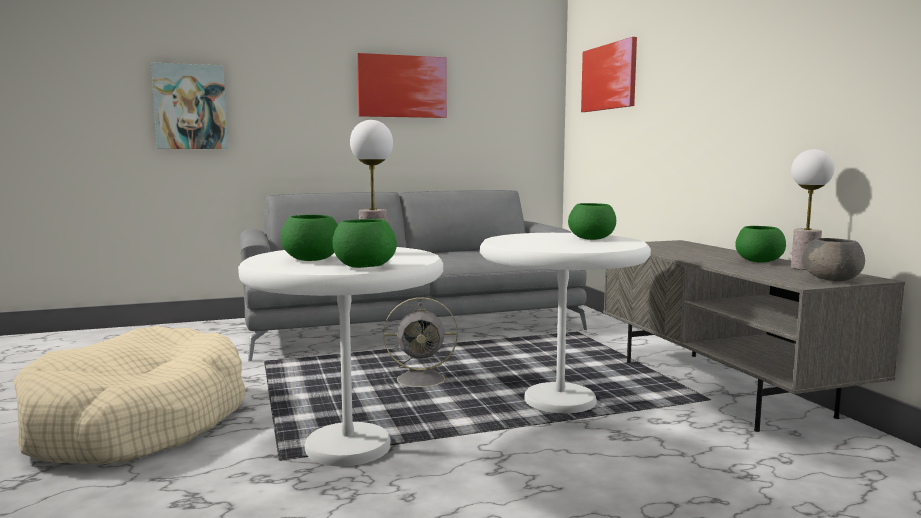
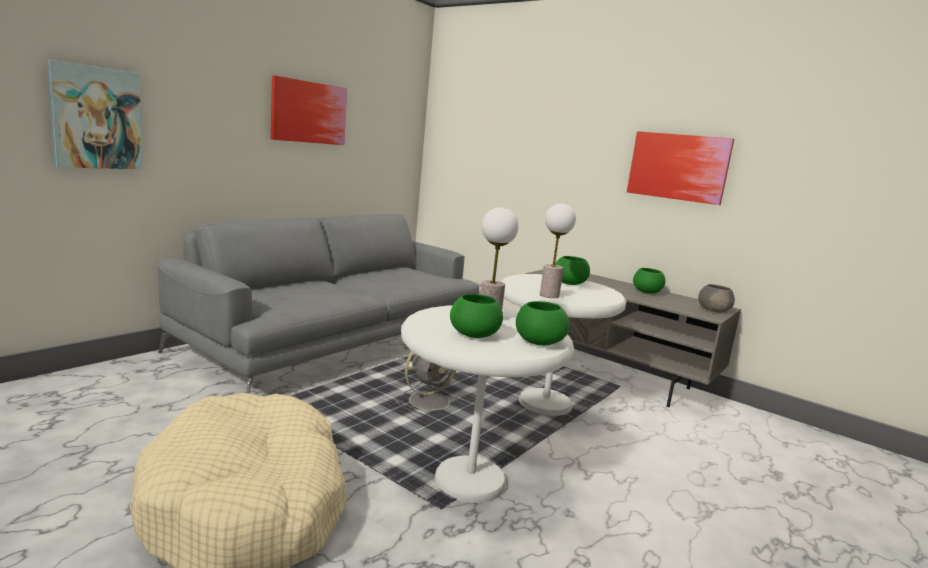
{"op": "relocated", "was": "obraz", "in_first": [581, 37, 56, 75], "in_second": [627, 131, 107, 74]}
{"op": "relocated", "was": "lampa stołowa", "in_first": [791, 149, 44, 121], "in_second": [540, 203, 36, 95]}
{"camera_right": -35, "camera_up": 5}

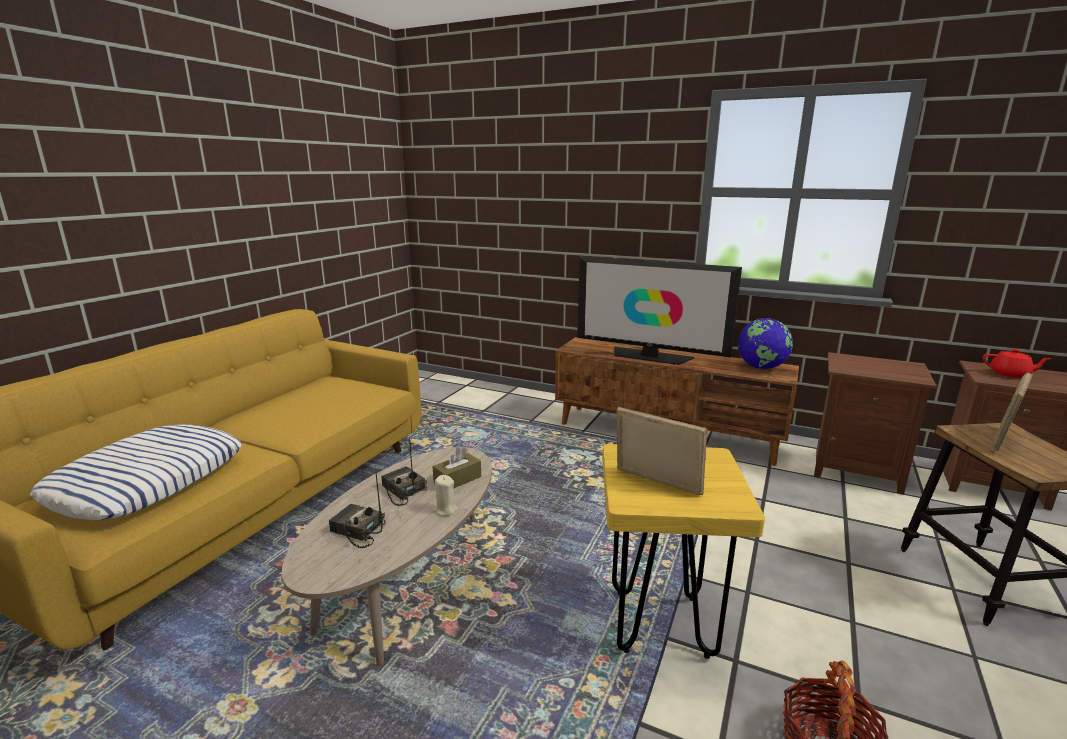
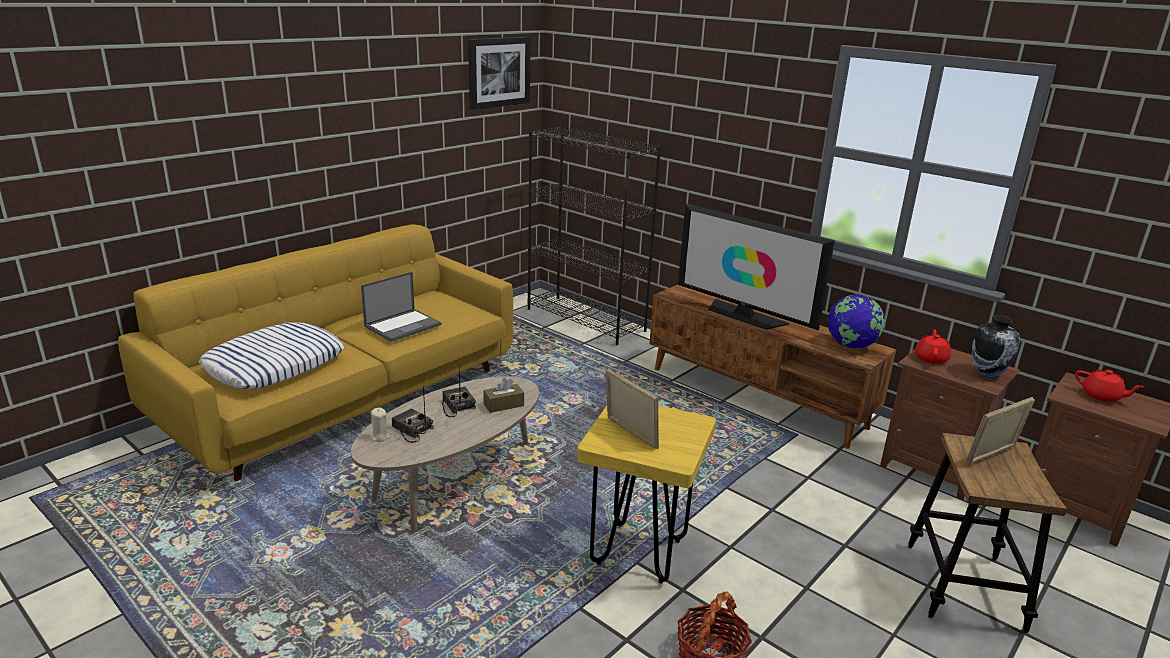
{"op": "appeared", "now": "laptop", "in_second": [361, 272, 80, 70]}
{"op": "appeared", "now": "obraz", "in_second": [468, 37, 63, 73]}
{"op": "appeared", "now": "regał (czarny)", "in_second": [527, 126, 134, 219]}
{"op": "appeared", "now": "imbryk (czerwony)", "in_second": [915, 329, 36, 35]}
{"op": "appeared", "now": "wazon", "in_second": [972, 315, 48, 63]}
{"op": "relocated", "was": "świeca (beżowy)", "in_first": [433, 475, 25, 41], "in_second": [370, 408, 20, 34]}
{"camera_right": 15, "camera_up": 5}

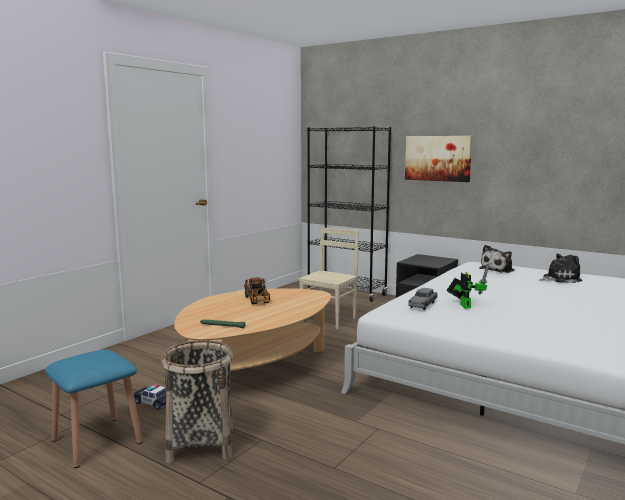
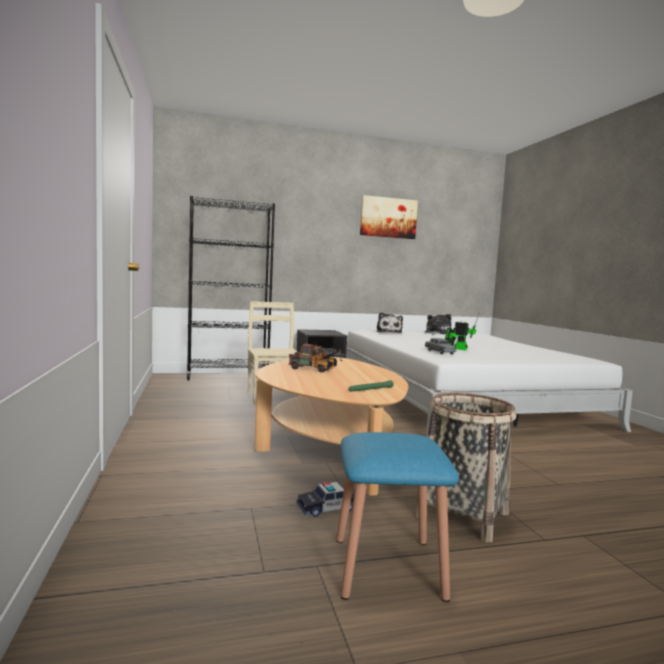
{"op": "relocated", "was": "obraz", "in_first": [405, 136, 67, 46], "in_second": [360, 195, 58, 44]}
{"camera_right": -50, "camera_up": -5}

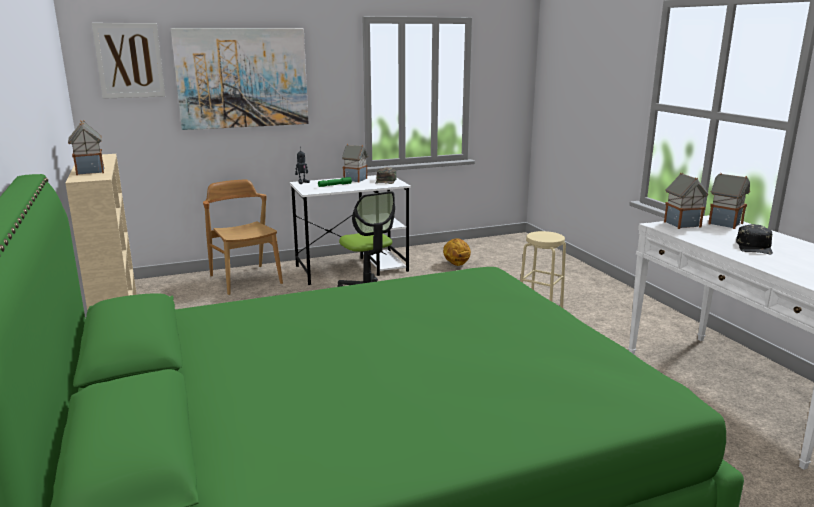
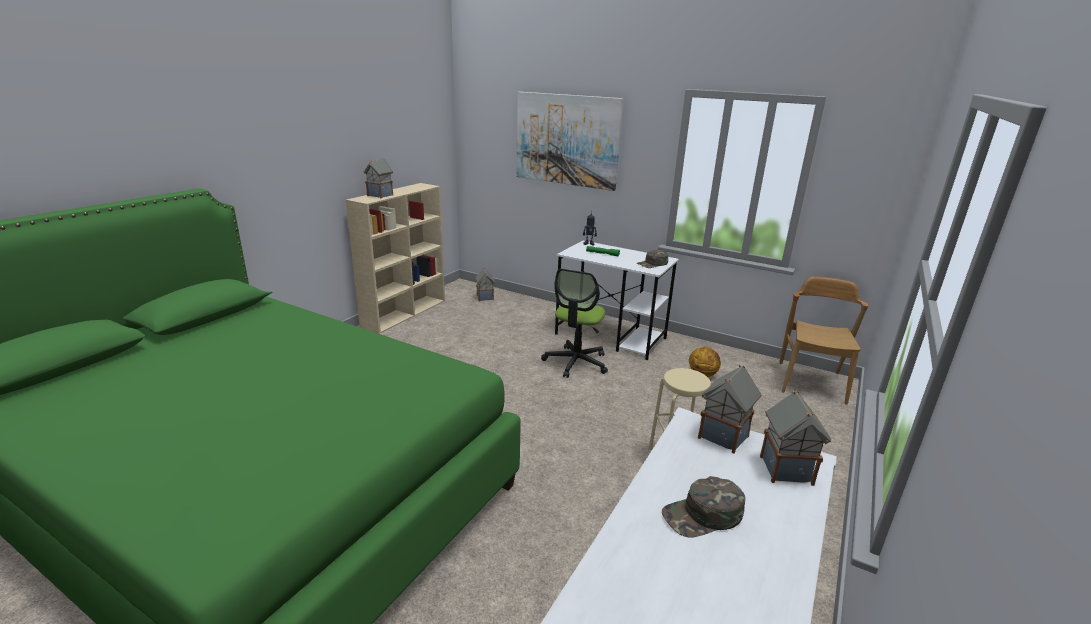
{"op": "missing", "was": "obraz", "in_first": [92, 23, 73, 76]}
{"op": "relocated", "was": "krzesło (brązowy)", "in_first": [203, 179, 80, 116], "in_second": [779, 276, 89, 129]}
{"op": "relocated", "was": "domek", "in_first": [342, 144, 26, 39], "in_second": [475, 268, 20, 33]}
{"op": "colour", "was": "czapka z daszkiem (czarny)", "now": "czapka z daszkiem (zielony)", "in_first": [736, 224, 37, 30], "in_second": [662, 476, 83, 62]}
{"camera_right": 50, "camera_up": 5}

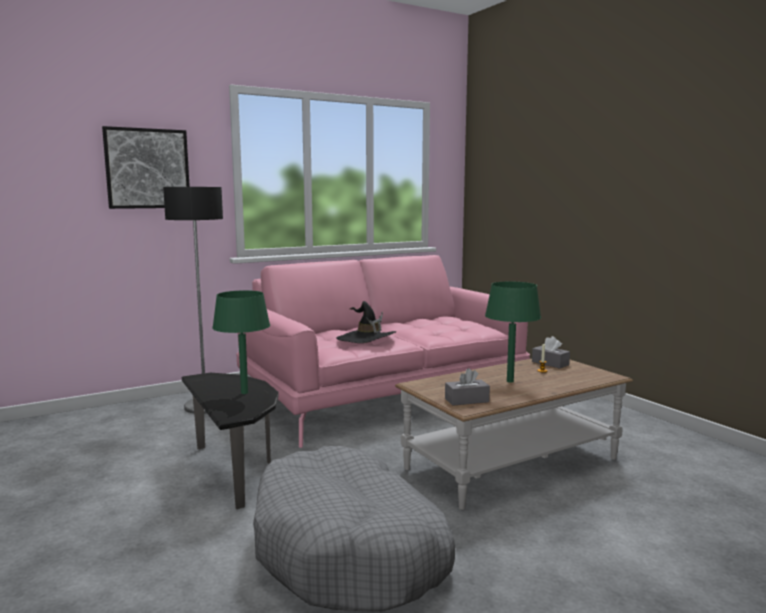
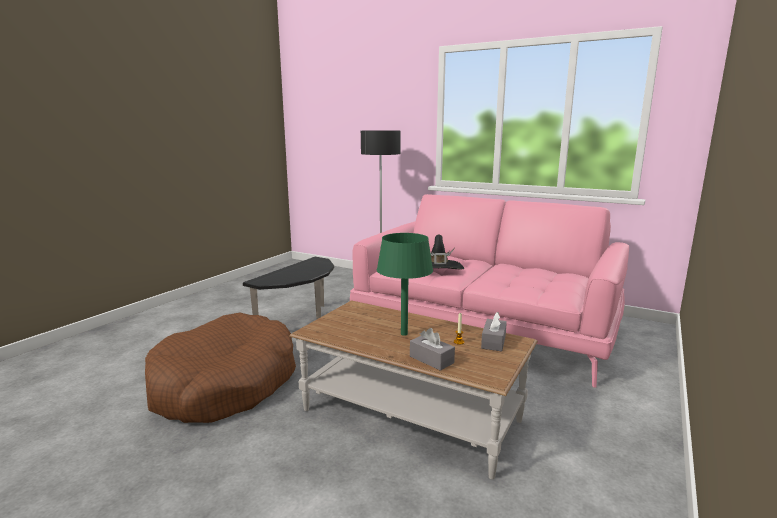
{"op": "missing", "was": "obraz", "in_first": [102, 126, 88, 83]}
{"op": "missing", "was": "lampa stołowa (zielony)", "in_first": [212, 290, 58, 104]}
{"op": "relocated", "was": "pudełko chusteczek (szary)", "in_first": [445, 368, 45, 38], "in_second": [410, 328, 45, 43]}
{"op": "colour", "was": "legowisko (szary)", "now": "legowisko (brązowy)", "in_first": [253, 446, 202, 166], "in_second": [145, 313, 151, 110]}
{"camera_right": 60, "camera_up": 5}

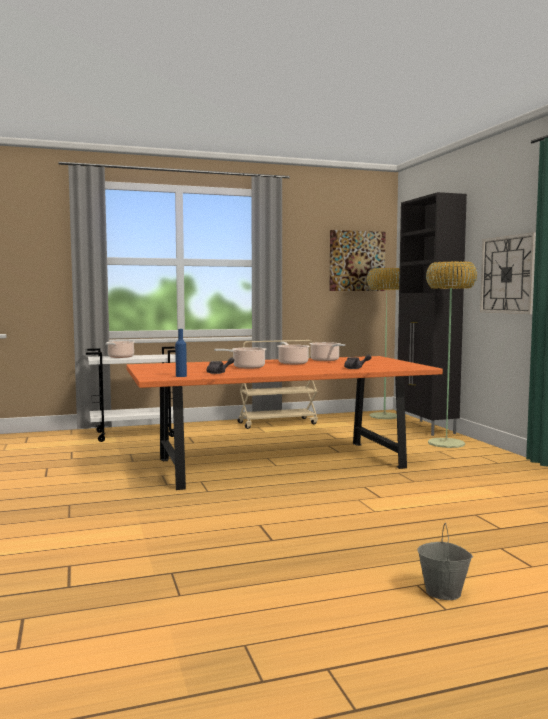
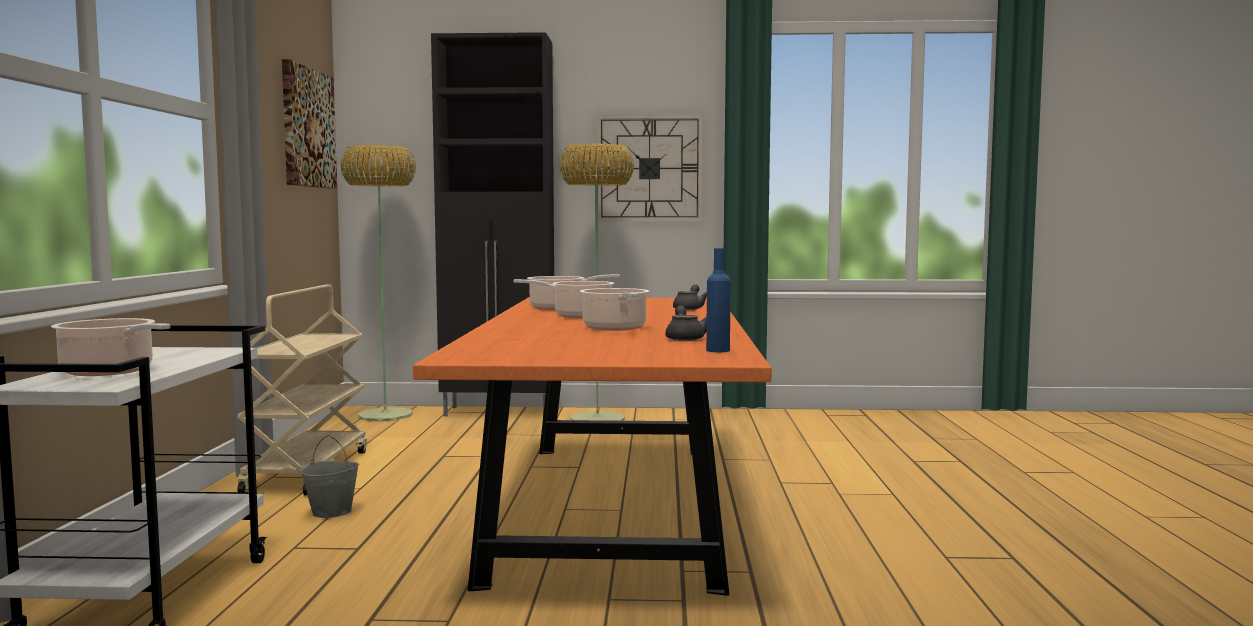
{"op": "relocated", "was": "wiadro (szary)", "in_first": [417, 523, 56, 77], "in_second": [300, 435, 59, 83]}
{"camera_right": -70, "camera_up": 0}

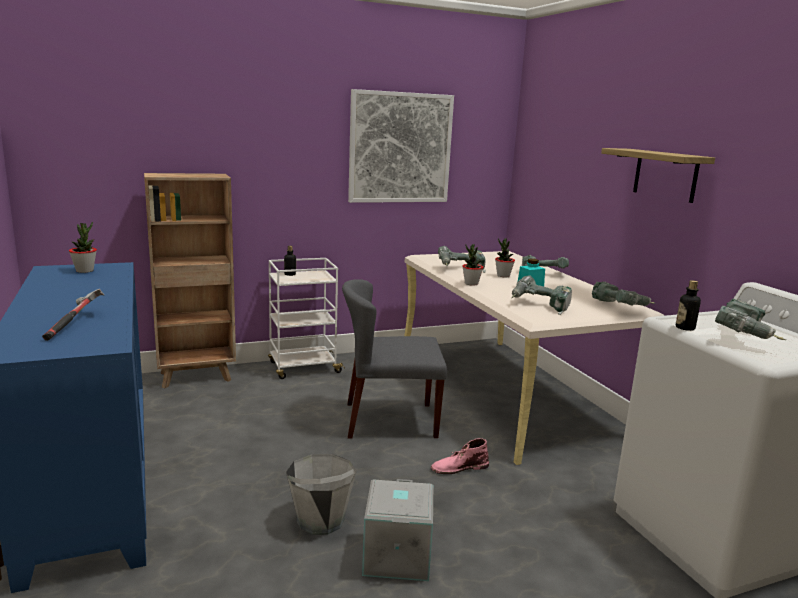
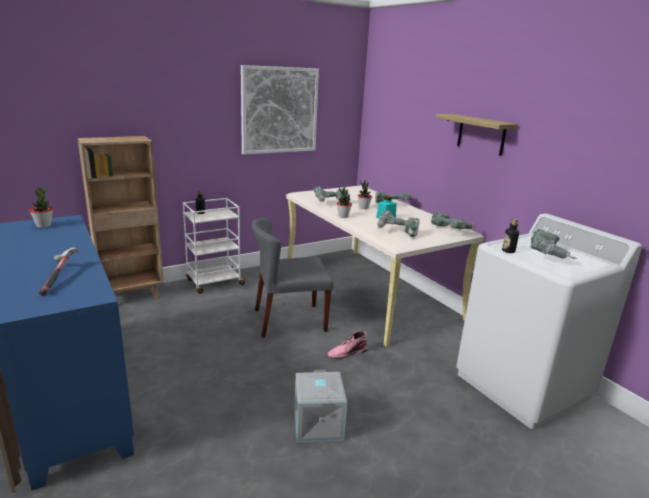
{"op": "missing", "was": "wiadro (szary)", "in_first": [286, 454, 70, 81]}
{"camera_right": -10, "camera_up": 5}

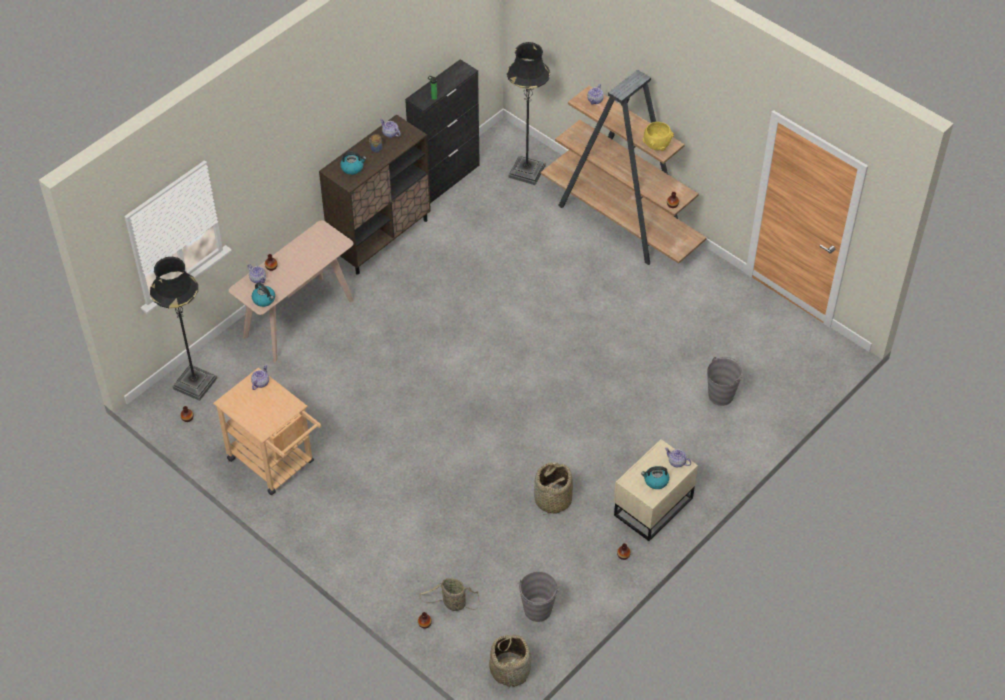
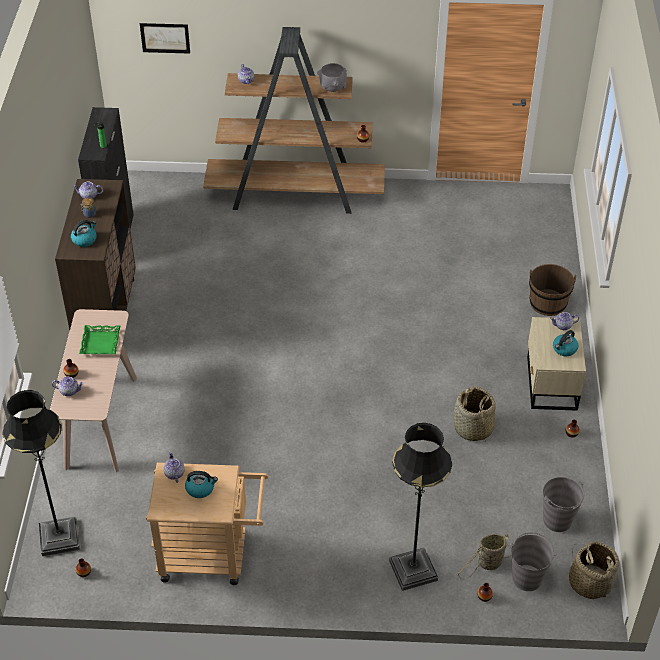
{"op": "appeared", "now": "taca (zielony)", "in_second": [79, 325, 42, 29]}
{"op": "appeared", "now": "obraz", "in_second": [140, 23, 50, 31]}
{"op": "appeared", "now": "wiadro (brązowy)", "in_second": [529, 264, 47, 52]}
{"op": "relocated", "was": "czajnik", "in_first": [252, 283, 23, 24], "in_second": [185, 471, 33, 27]}
{"op": "relocated", "was": "lampa stojąca (czarny)", "in_first": [507, 42, 43, 143], "in_second": [389, 423, 63, 168]}
{"op": "relocated", "was": "wiadro (szary)", "in_first": [707, 357, 36, 49], "in_second": [510, 532, 46, 59]}
{"op": "colour", "was": "miska (żółty)", "now": "miska (szary)", "in_first": [642, 122, 32, 29], "in_second": [317, 63, 30, 29]}
{"camera_right": -40, "camera_up": -5}

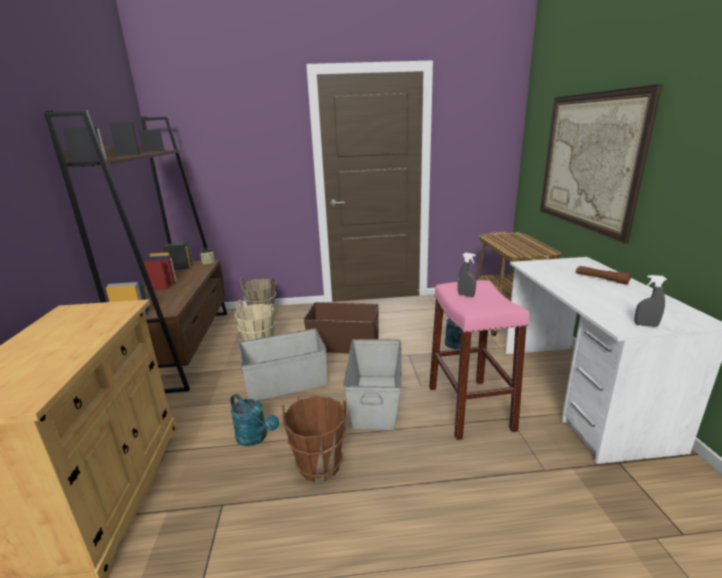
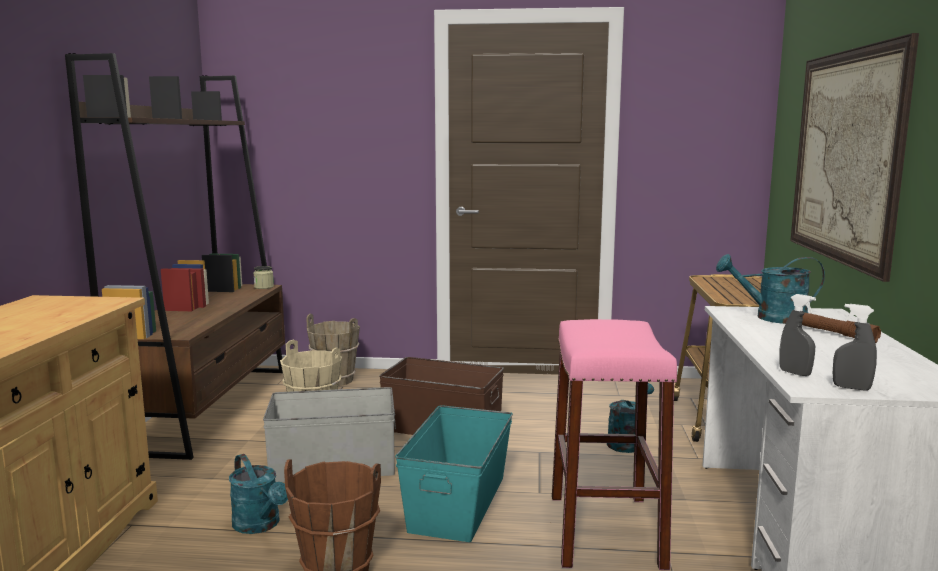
{"op": "appeared", "now": "konewka (turkusowy)", "in_second": [716, 254, 109, 70]}
{"op": "relocated", "was": "spryskiwacz (szary)", "in_first": [458, 253, 18, 44], "in_second": [780, 294, 36, 82]}
{"op": "colour", "was": "pojemnik do przechowywania (szary)", "now": "pojemnik do przechowywania (turkusowy)", "in_first": [343, 339, 59, 91], "in_second": [395, 405, 118, 137]}
{"camera_right": 10, "camera_up": -10}

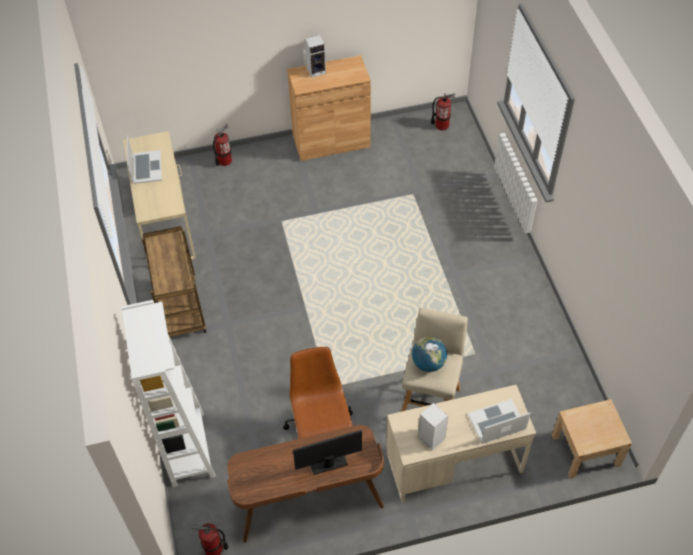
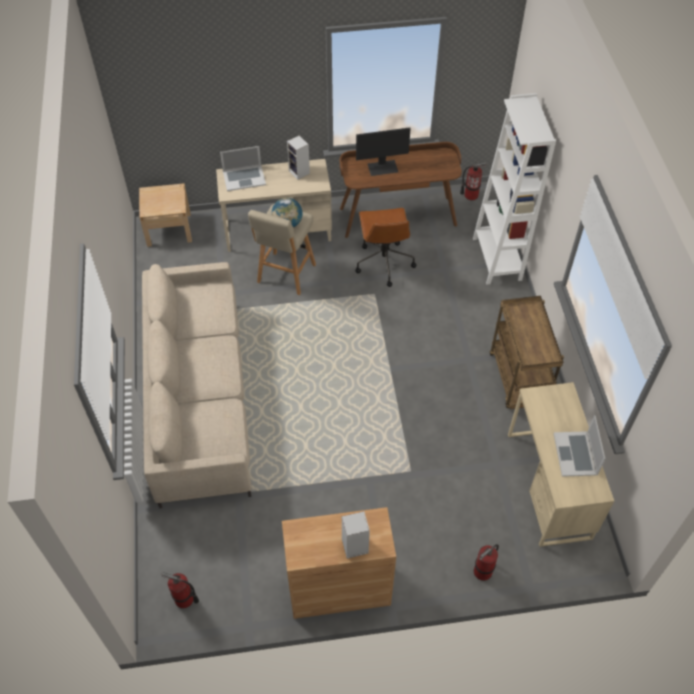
{"op": "appeared", "now": "kanapa (beżowy)", "in_second": [142, 262, 109, 246]}
{"camera_right": -175, "camera_up": 0}

